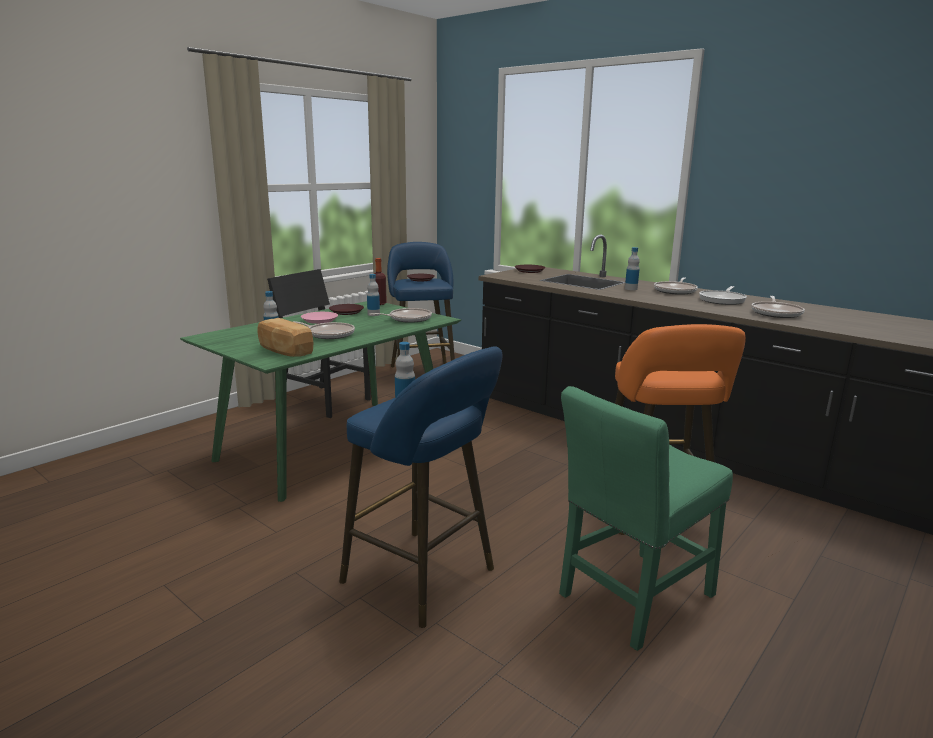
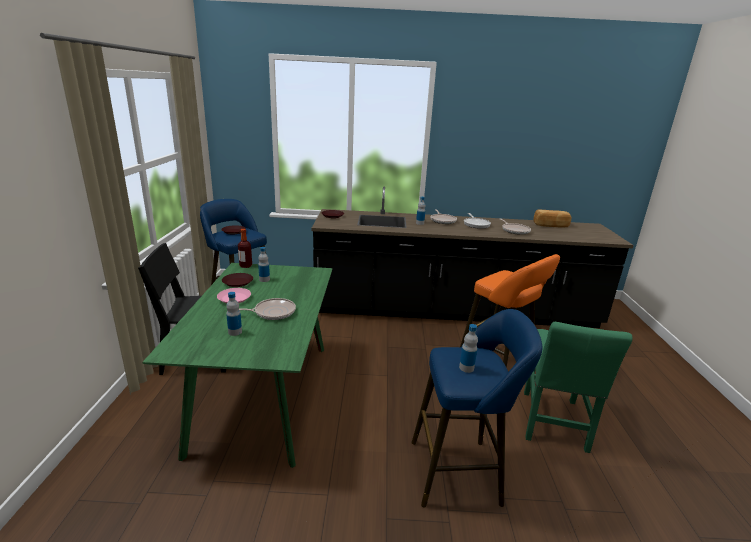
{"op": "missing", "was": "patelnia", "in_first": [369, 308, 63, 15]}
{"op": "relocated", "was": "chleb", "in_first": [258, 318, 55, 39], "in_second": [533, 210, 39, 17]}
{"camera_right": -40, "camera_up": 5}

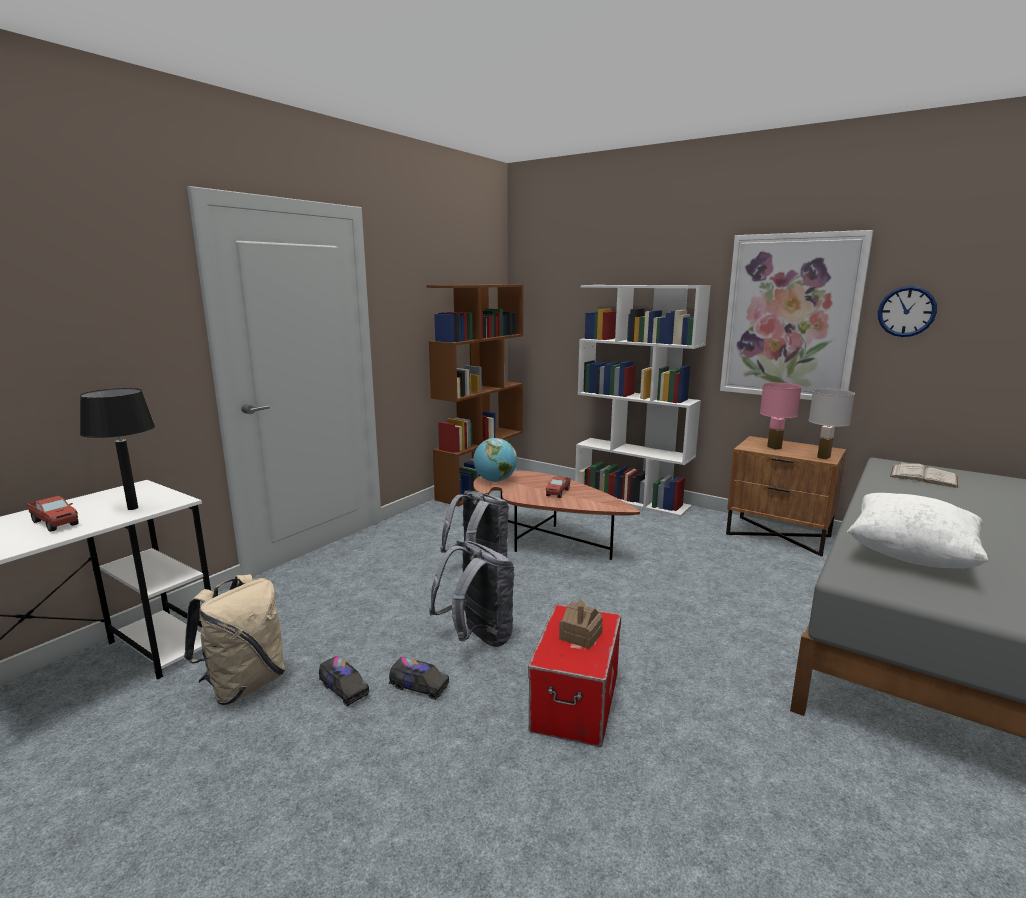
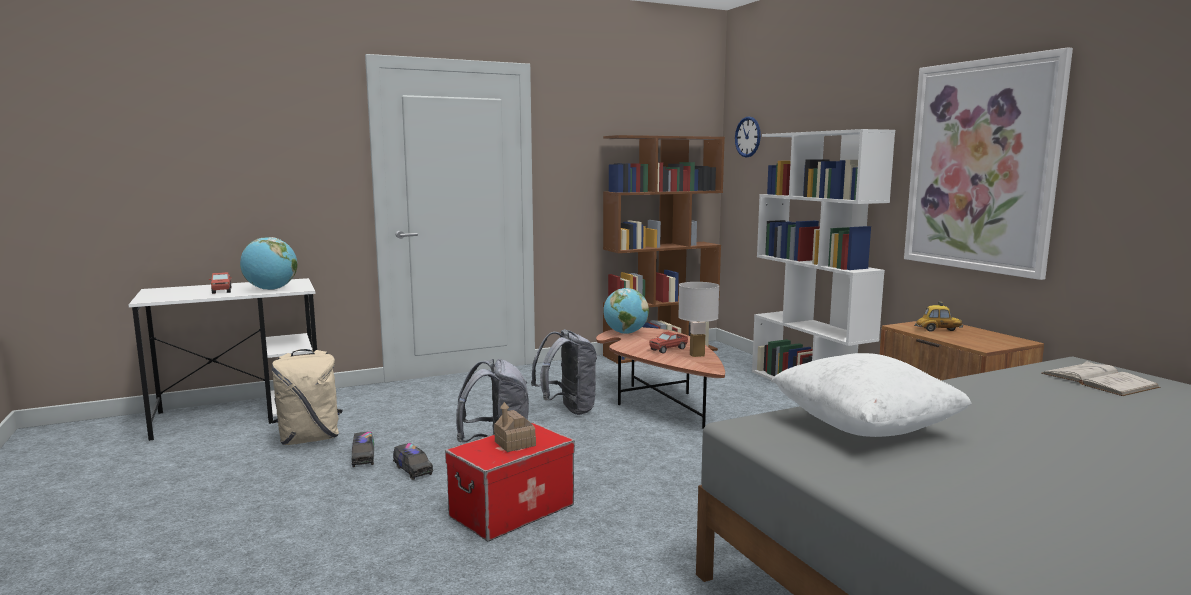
{"op": "relocated", "was": "lampa stołowa (biały)", "in_first": [809, 389, 46, 70], "in_second": [678, 282, 41, 75]}
{"op": "relocated", "was": "zegar ścienny", "in_first": [878, 286, 59, 51], "in_second": [735, 117, 26, 40]}
{"op": "exchanged", "was": "lampa stołowa (czarny)", "now": "globus", "in_first": [80, 388, 75, 122], "in_second": [240, 237, 58, 53]}
{"op": "exchanged", "was": "lampa stołowa (różowy)", "now": "samochodzik", "in_first": [760, 383, 41, 67], "in_second": [914, 301, 49, 31]}
{"camera_right": 30, "camera_up": -5}

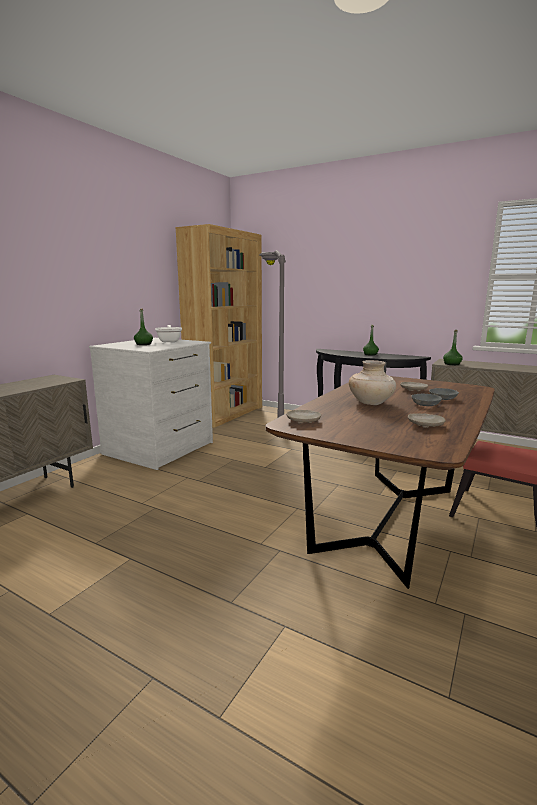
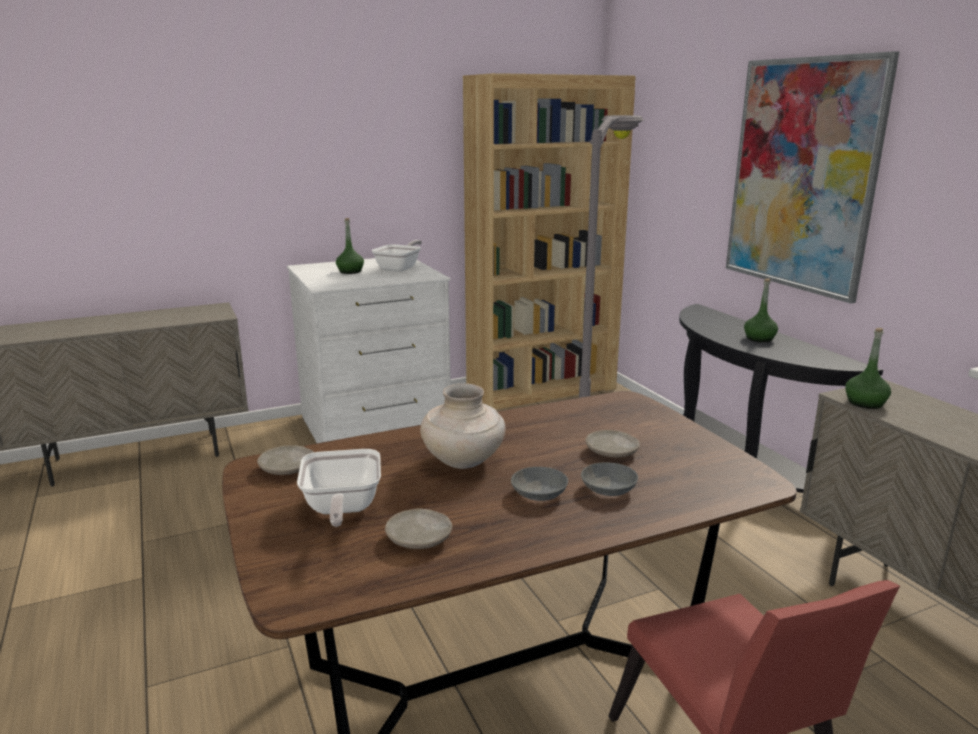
{"op": "appeared", "now": "patelnia", "in_second": [297, 449, 84, 78]}
{"op": "appeared", "now": "obraz", "in_second": [726, 51, 173, 253]}
{"camera_right": 35, "camera_up": 5}

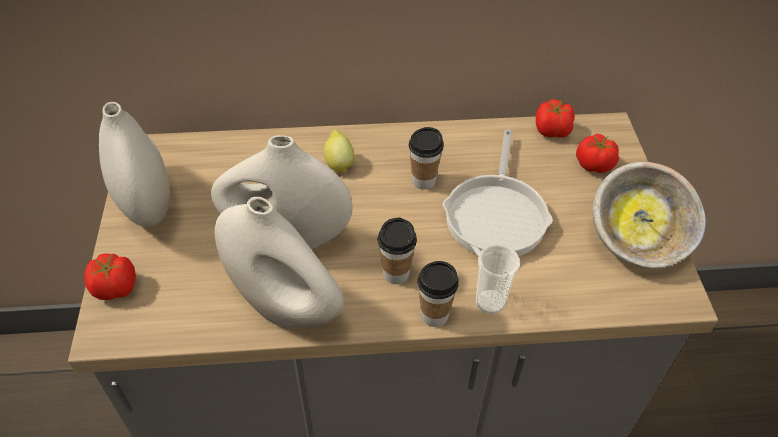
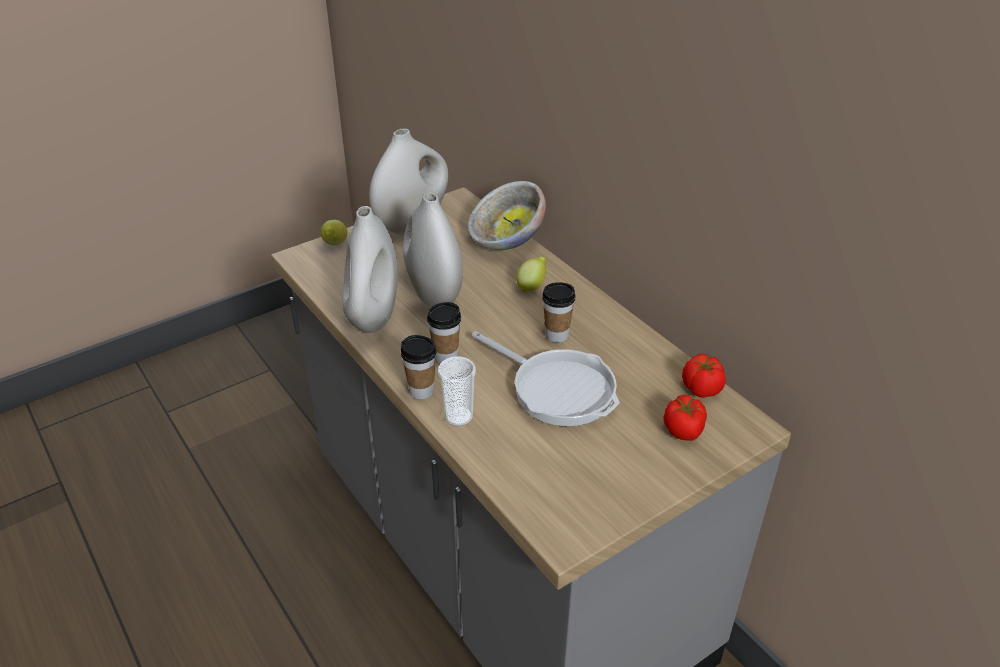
{"op": "relocated", "was": "miska", "in_first": [592, 162, 114, 107], "in_second": [469, 181, 77, 69]}
{"op": "exchanged", "was": "pomidor", "now": "cytryna", "in_first": [84, 253, 52, 47], "in_second": [321, 220, 26, 26]}
{"op": "spun", "was": "patelnia", "in_first": [443, 129, 110, 127], "in_second": [472, 331, 148, 95], "clockwise": -120}
{"camera_right": 60, "camera_up": -10}

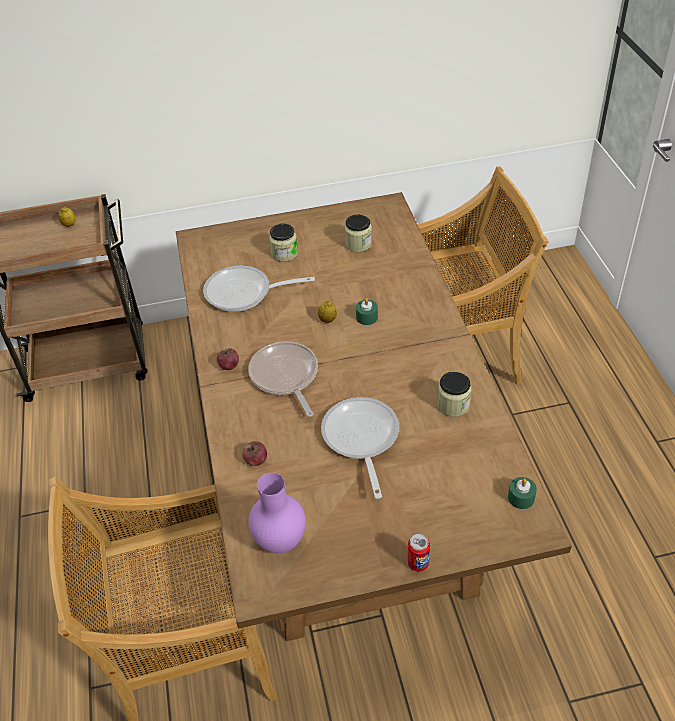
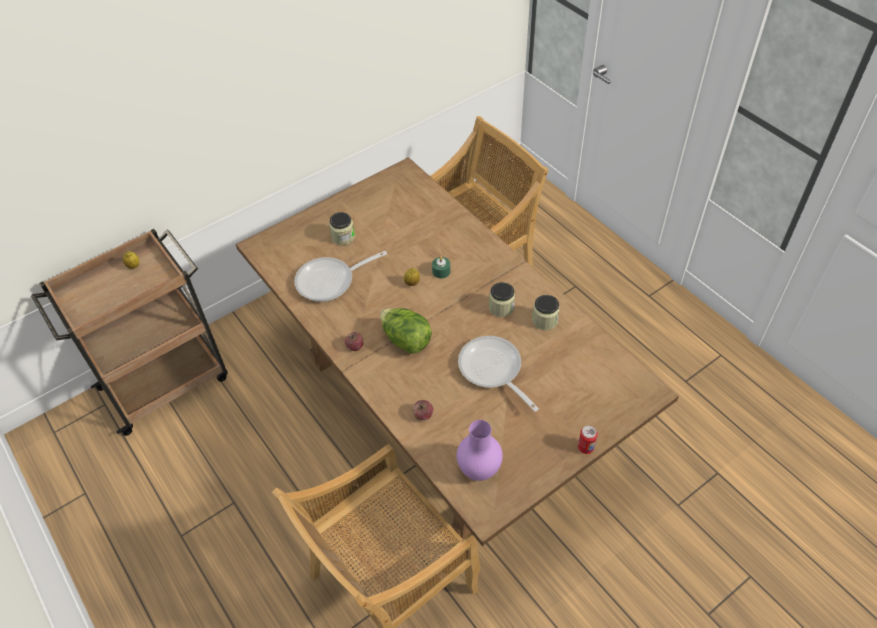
{"op": "missing", "was": "świeca (zielony)", "in_first": [508, 477, 29, 32]}
{"op": "relocated", "was": "słoik", "in_first": [344, 214, 28, 38], "in_second": [489, 282, 26, 35]}
{"op": "exchanged", "was": "patelnia", "now": "sałata", "in_first": [248, 342, 70, 75], "in_second": [380, 308, 52, 46]}
{"camera_right": -25, "camera_up": 5}

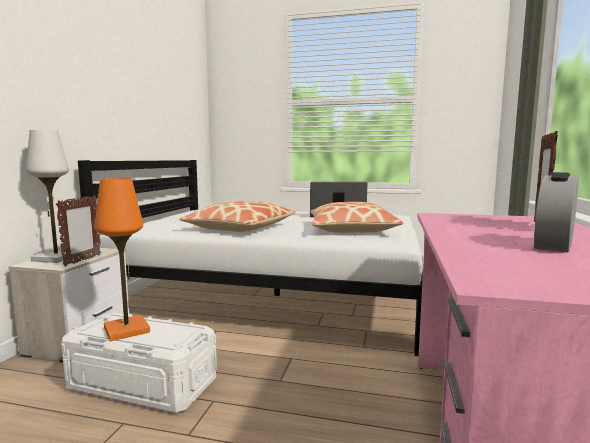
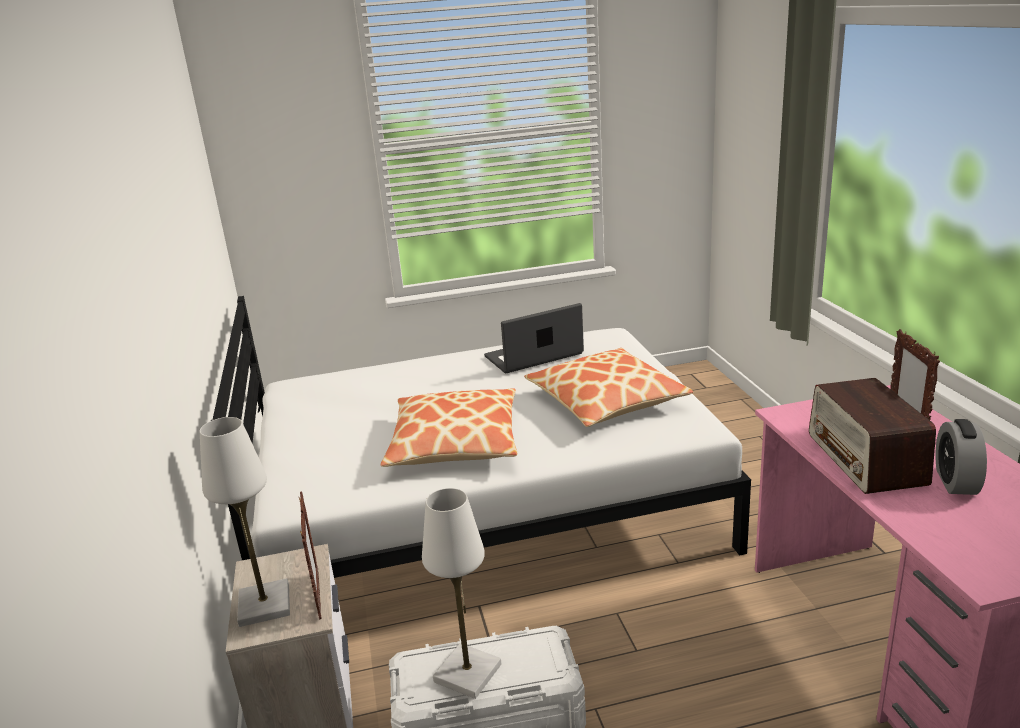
{"op": "appeared", "now": "radio", "in_second": [809, 378, 127, 116]}
{"op": "colour", "was": "lampa stołowa (pomarańczowy)", "now": "lampa stołowa (biały)", "in_first": [95, 178, 55, 164], "in_second": [422, 488, 79, 211]}
{"camera_right": -25, "camera_up": 15}

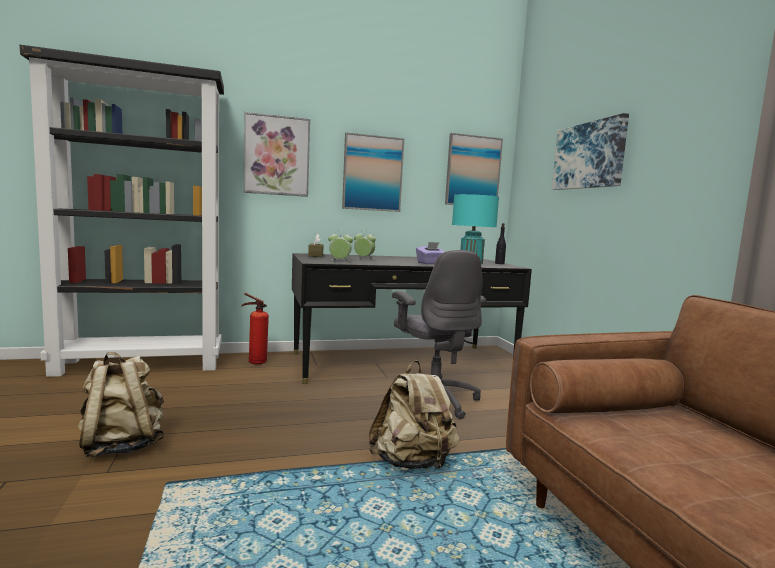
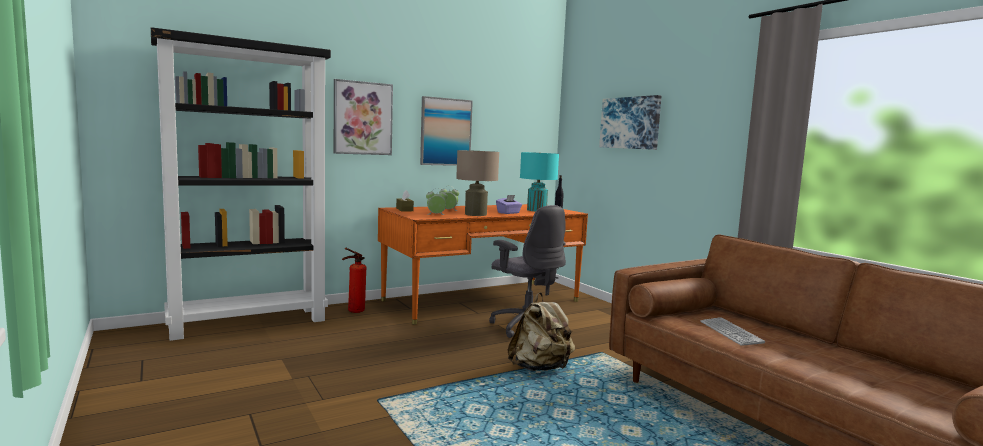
{"op": "missing", "was": "plecak (beżowy)", "in_first": [78, 352, 86, 105]}
{"op": "missing", "was": "obraz", "in_first": [445, 133, 58, 72]}
{"op": "appeared", "now": "lampa stołowa (beżowy)", "in_second": [456, 150, 43, 66]}
{"op": "appeared", "now": "klawiatura", "in_second": [700, 318, 65, 28]}
{"op": "colour", "was": "biurko (czarny)", "now": "biurko (pomarańczowy)", "in_first": [292, 253, 240, 131], "in_second": [378, 204, 210, 121]}
{"camera_right": -15, "camera_up": 0}

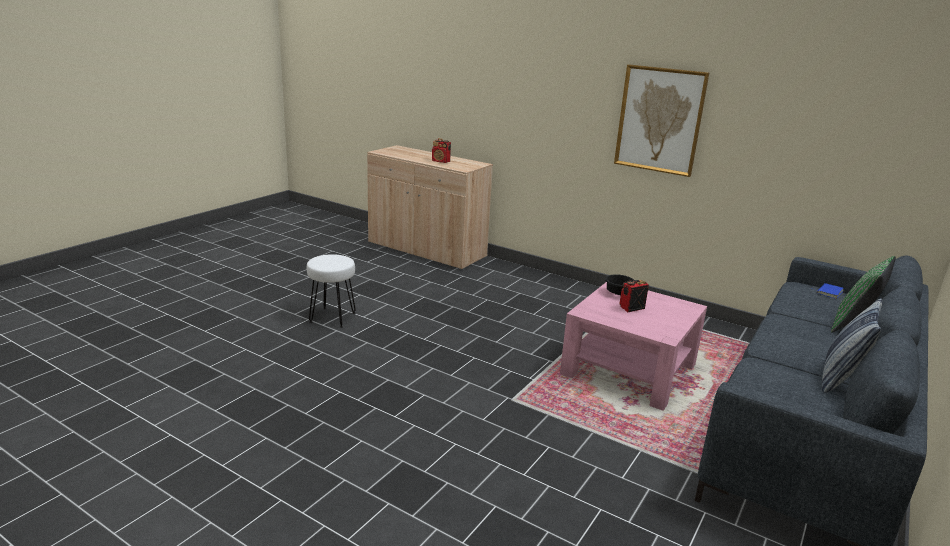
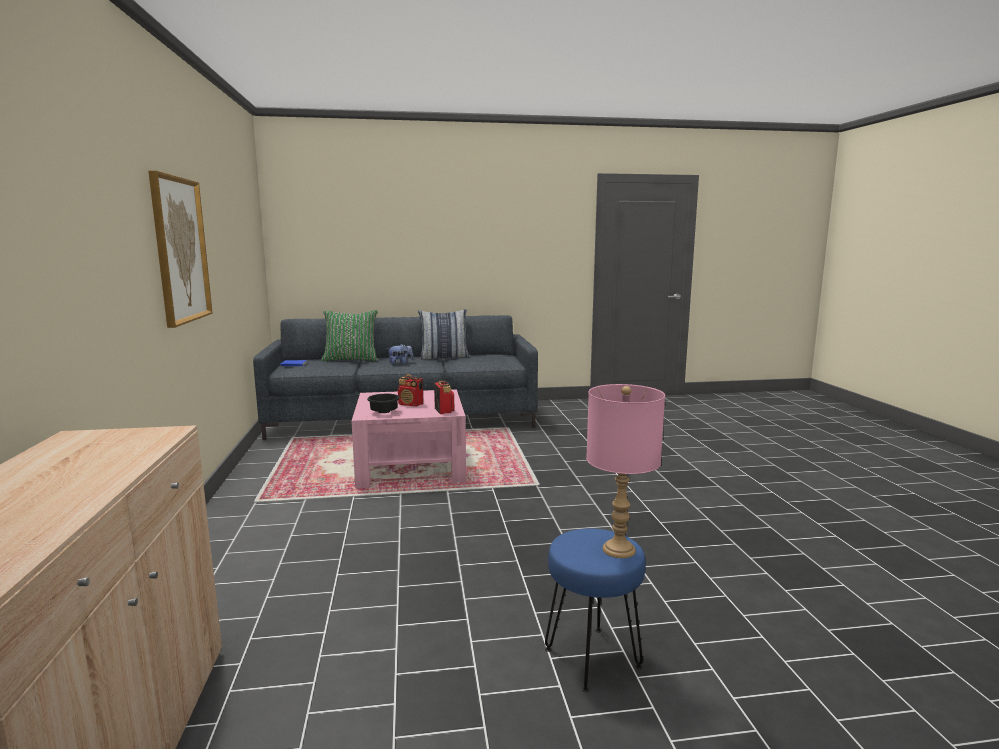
{"op": "appeared", "now": "pluszak", "in_second": [387, 344, 26, 21]}
{"op": "appeared", "now": "lampa stołowa (różowy)", "in_second": [586, 384, 79, 174]}
{"op": "relocated", "was": "radio", "in_first": [432, 138, 19, 25], "in_second": [434, 380, 20, 34]}
{"op": "colour", "was": "stołek (biały)", "now": "stołek (niebieski)", "in_first": [307, 254, 49, 74], "in_second": [545, 529, 101, 163]}
{"camera_right": -130, "camera_up": -10}

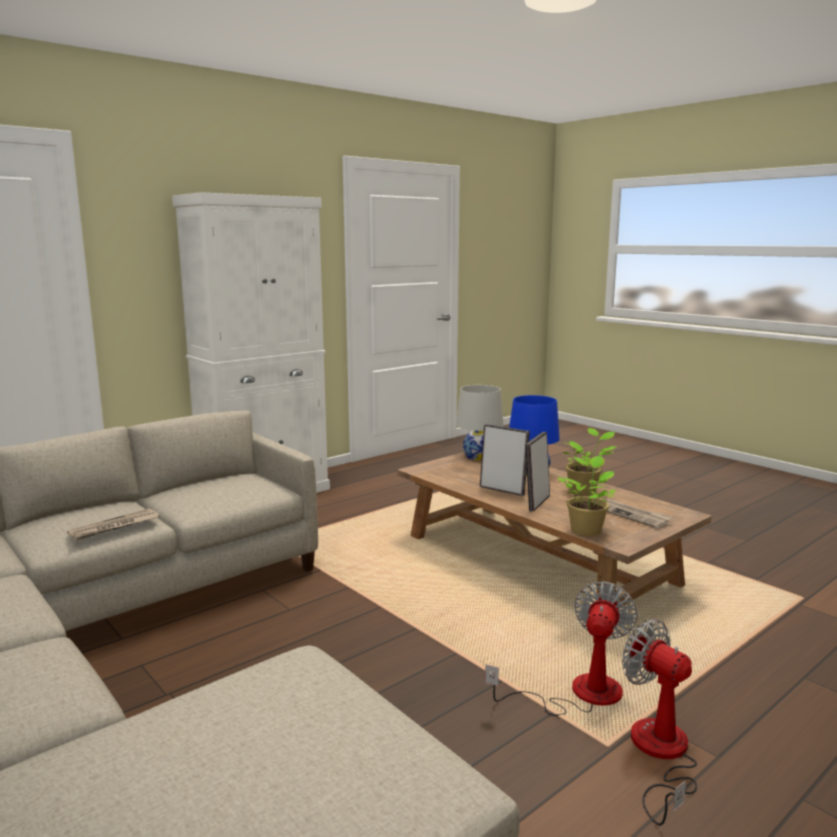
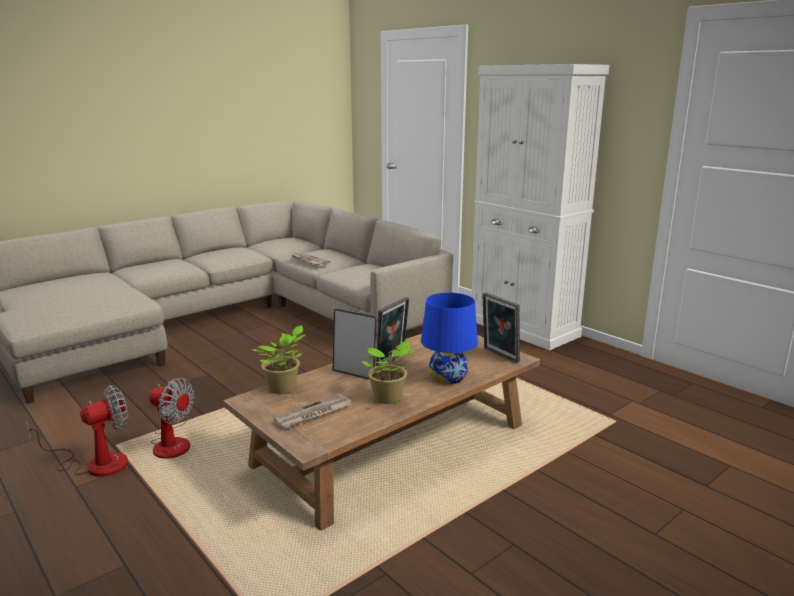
{"op": "exchanged", "was": "lampa stołowa (biały)", "now": "ramka na zdjęcie", "in_first": [456, 385, 48, 76], "in_second": [483, 292, 37, 71]}
{"camera_right": 90, "camera_up": 5}

